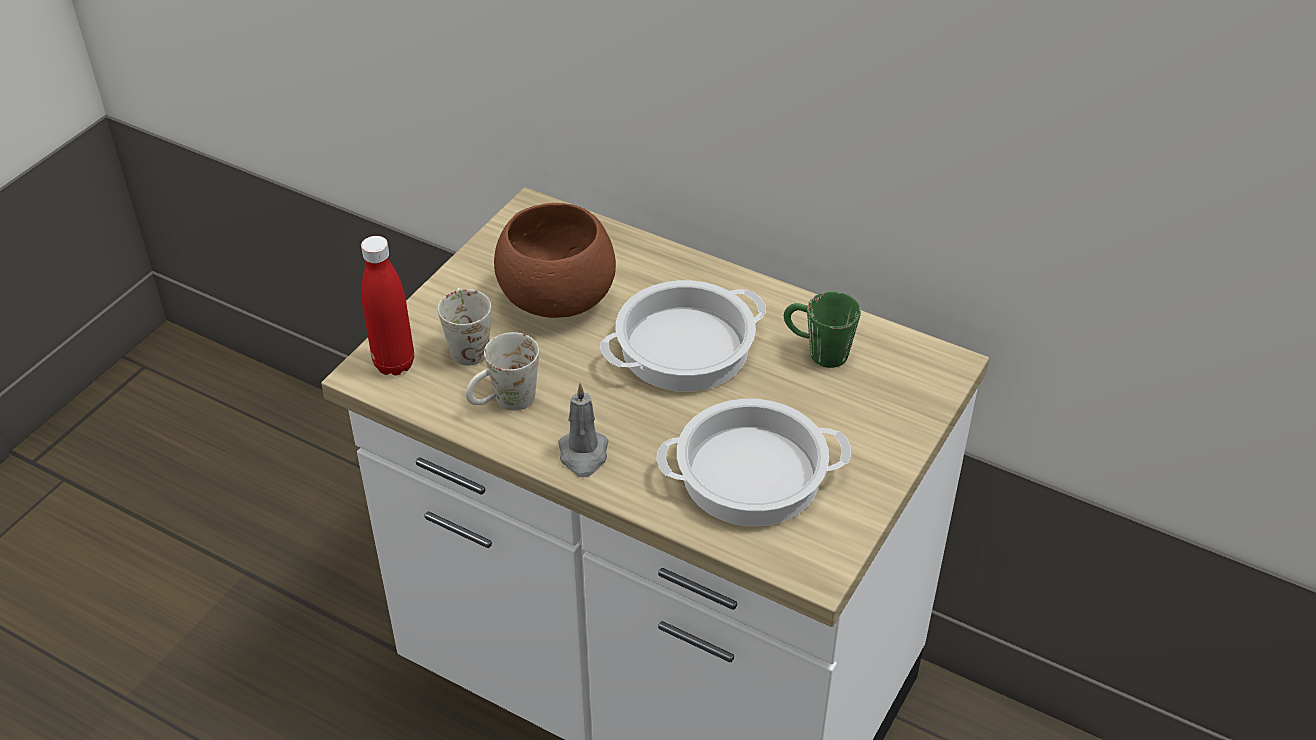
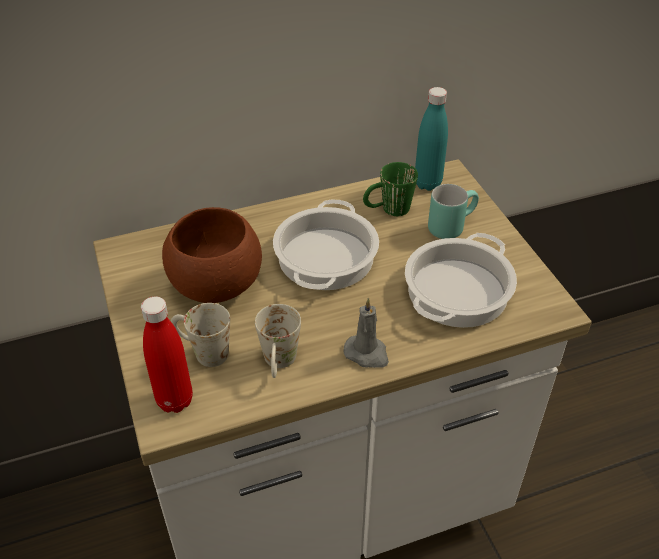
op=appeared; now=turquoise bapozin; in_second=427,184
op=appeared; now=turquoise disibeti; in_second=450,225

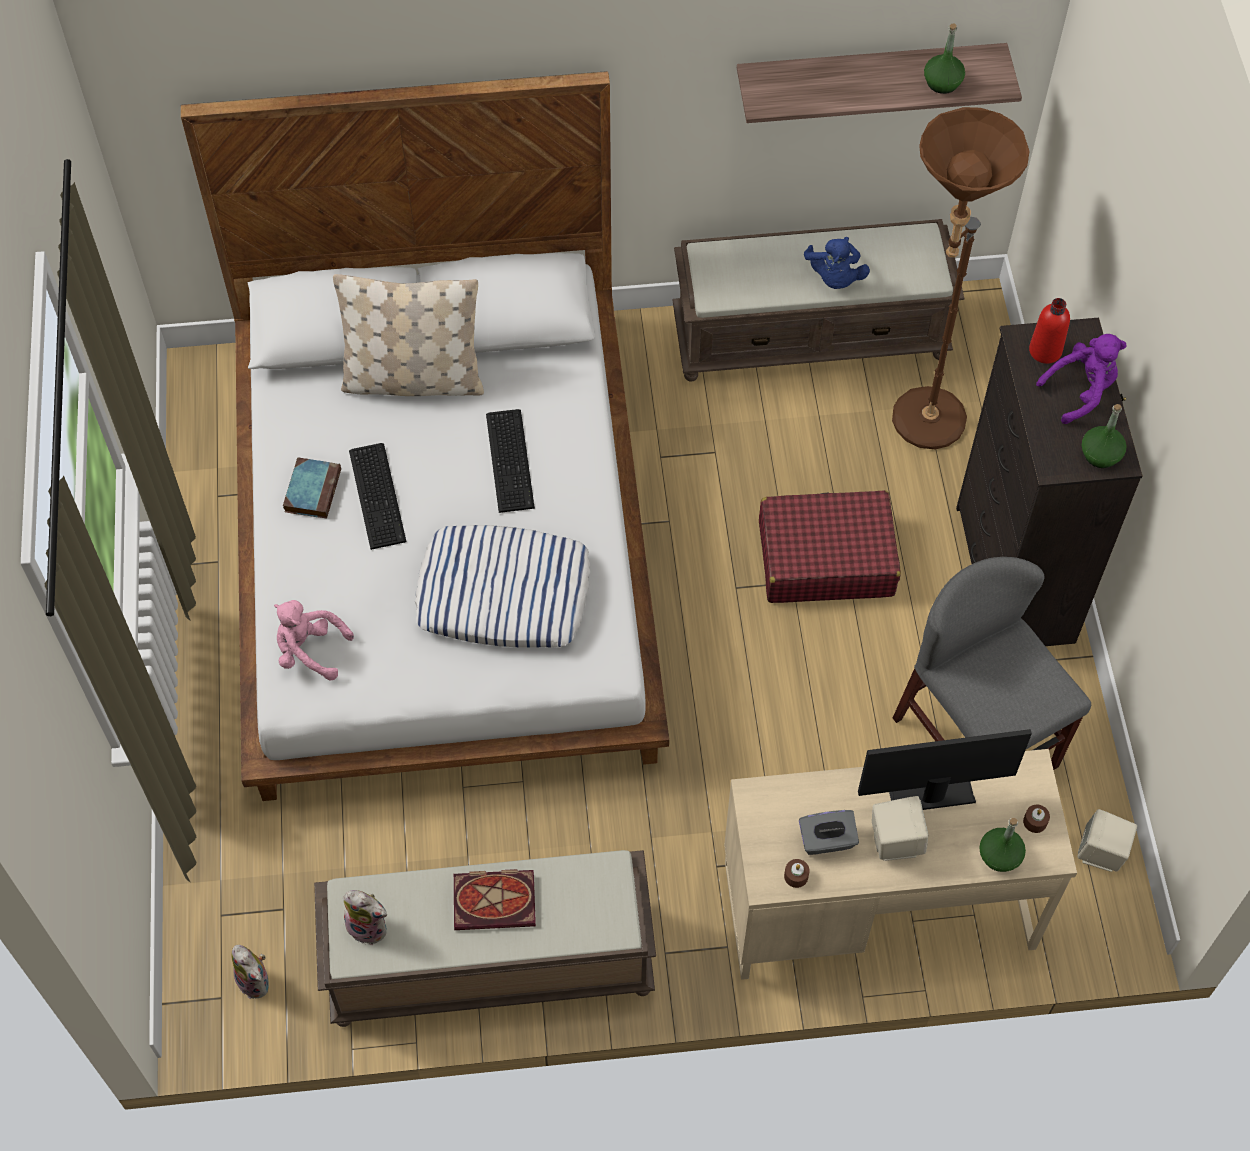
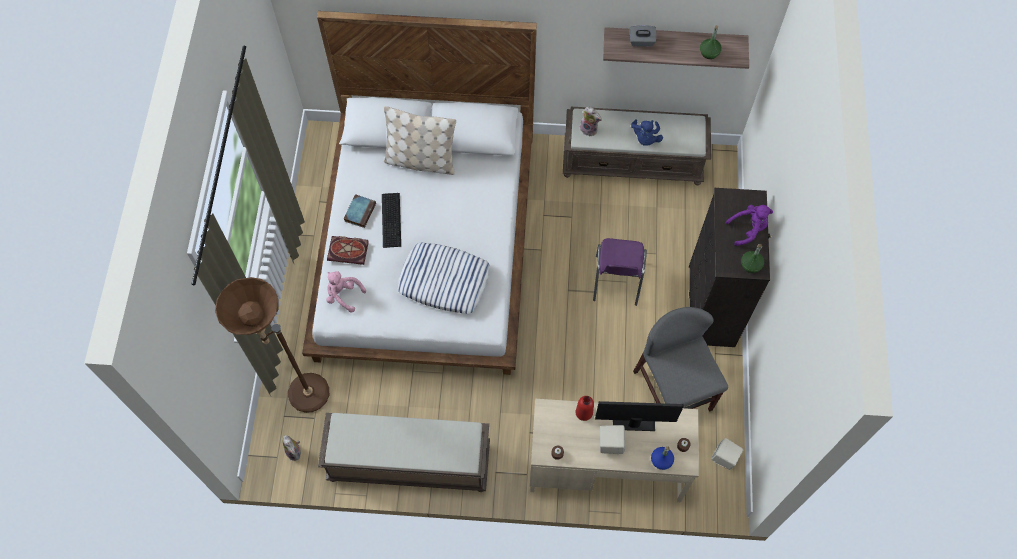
op=relocated; was=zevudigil; in_first=369,926; in_second=589,129
op=relocated; was=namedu; in_first=496,900; in_second=349,250
op=missing; was=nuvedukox; in_first=511,459
op=exchanged; was=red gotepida; now=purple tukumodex; in_first=825,558; in_second=616,282
op=relocated; was=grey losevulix; in_first=827,841; in_second=641,41
op=relocated; was=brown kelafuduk; in_first=918,429; in_second=301,398
op=colour; was=green bapozin; now=blue bapozin; in_first=999,856; in_second=661,460
op=relocated; was=red bapozin; in_first=1045,351; in_second=584,412

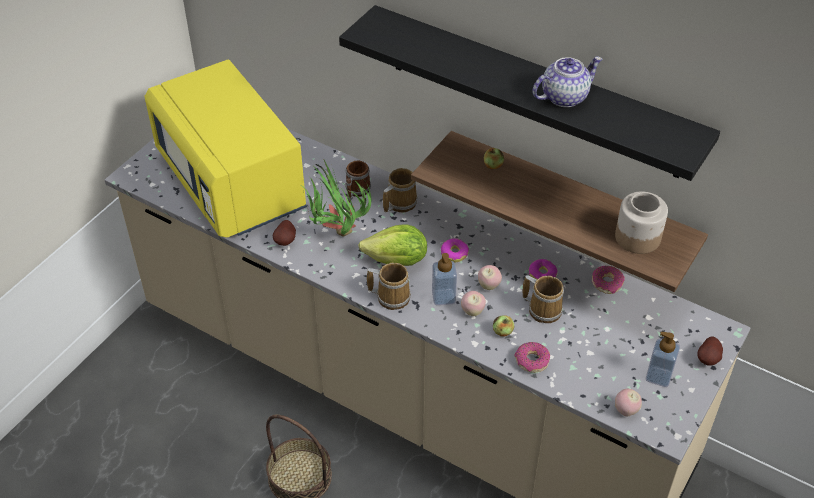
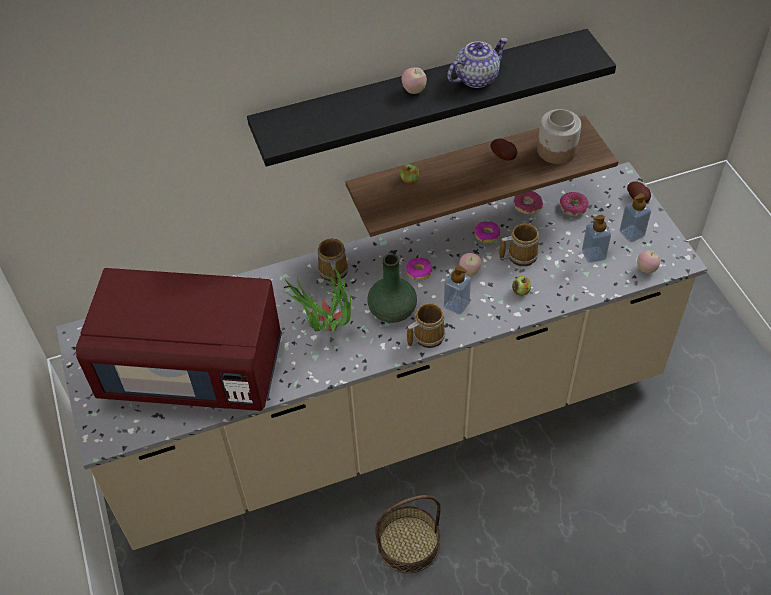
op=colour; was=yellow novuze; now=red novuze; in_first=232,183; in_second=193,369
op=relocated; was=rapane; in_first=286,241; in_second=504,157
op=missing; was=disibeti; in_first=356,192
op=exchanged; was=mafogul; now=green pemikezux; in_first=397,261; in_second=393,310
op=relocated; was=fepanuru; in_first=472,311; in_second=414,91
op=relocated; was=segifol; in_first=531,361; in_second=573,207
op=spun; was=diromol; in_first=564,96; in_second=476,78; clockwise=45
op=appeared; now=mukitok; in_second=593,254

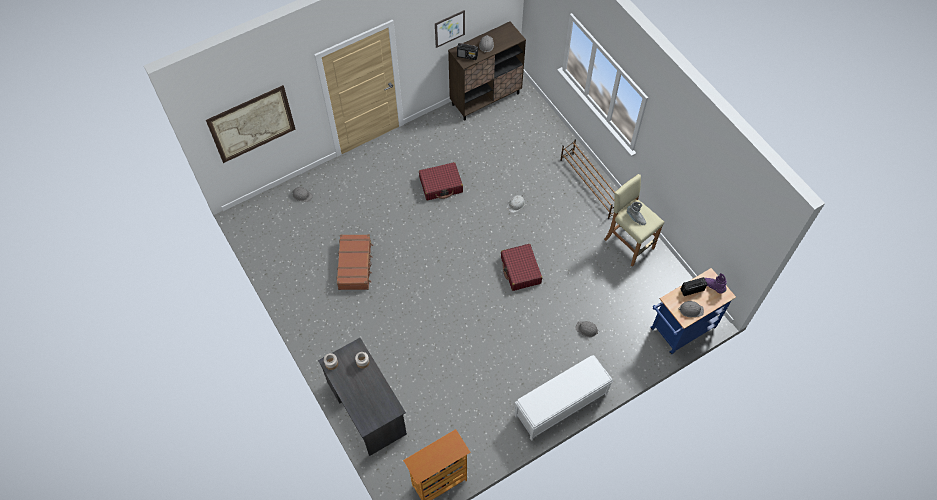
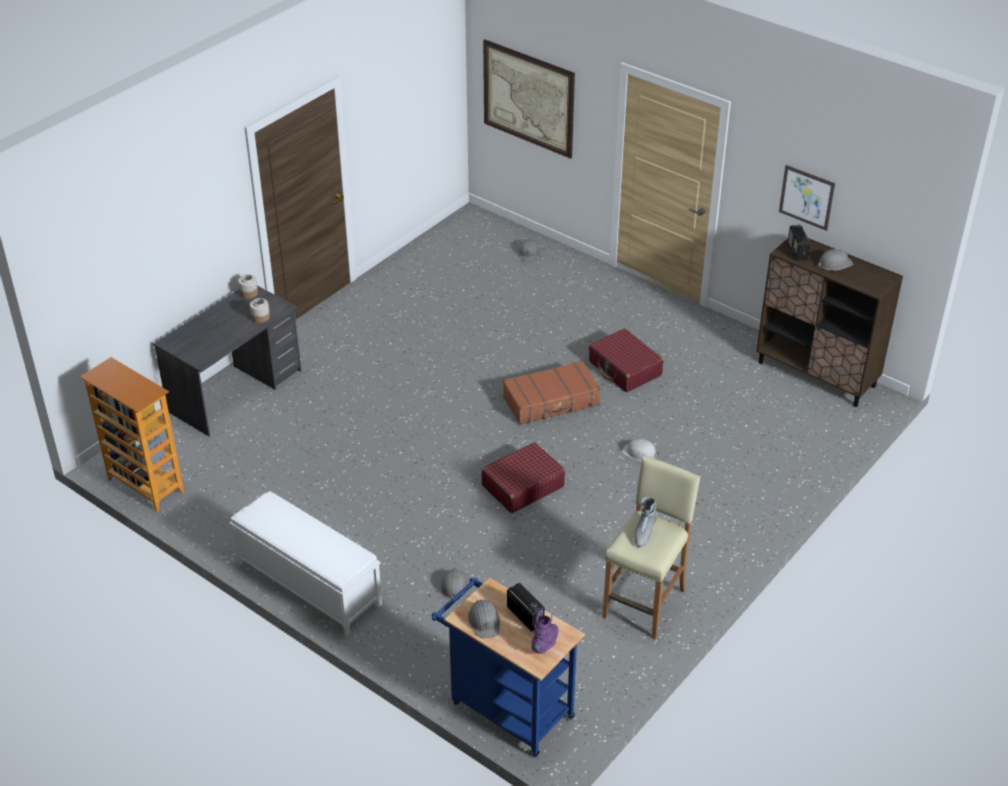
op=relocated; was=brown gotepida; in_first=355,265; in_second=551,401
op=missing; was=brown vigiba; in_first=590,186

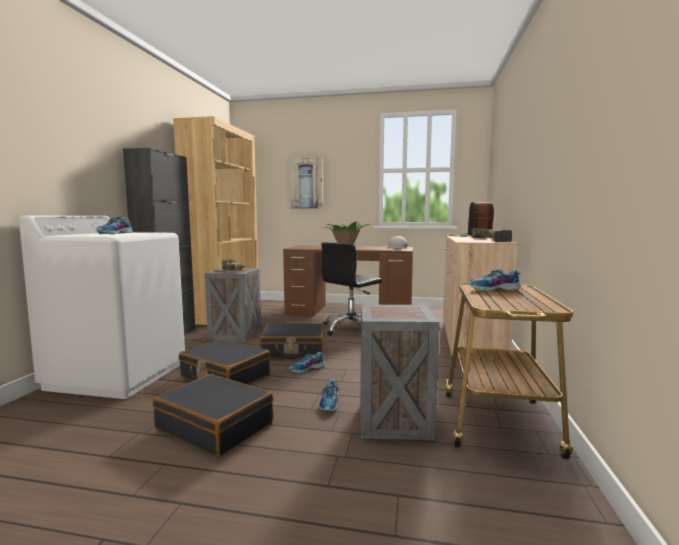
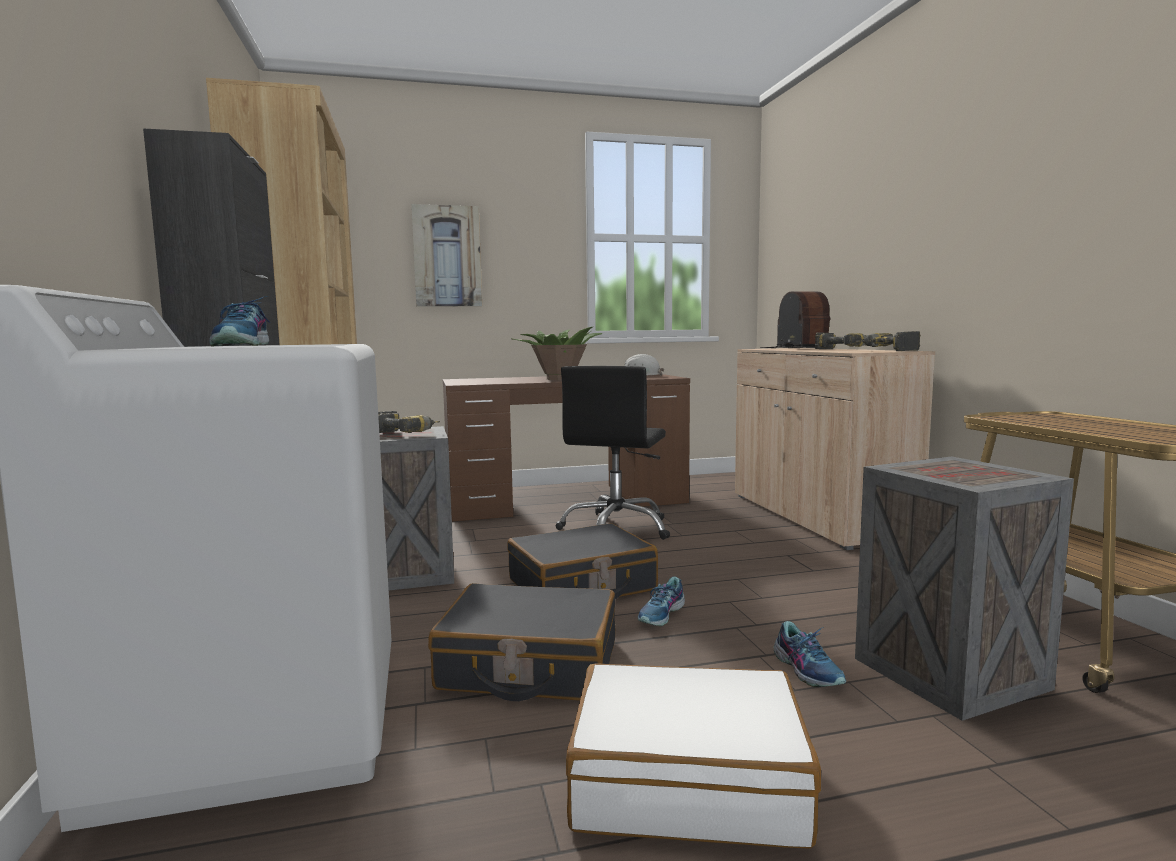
op=colour; was=black gotepida; now=white gotepida; in_first=215,426; in_second=687,780
op=missing; was=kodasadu; in_first=494,289

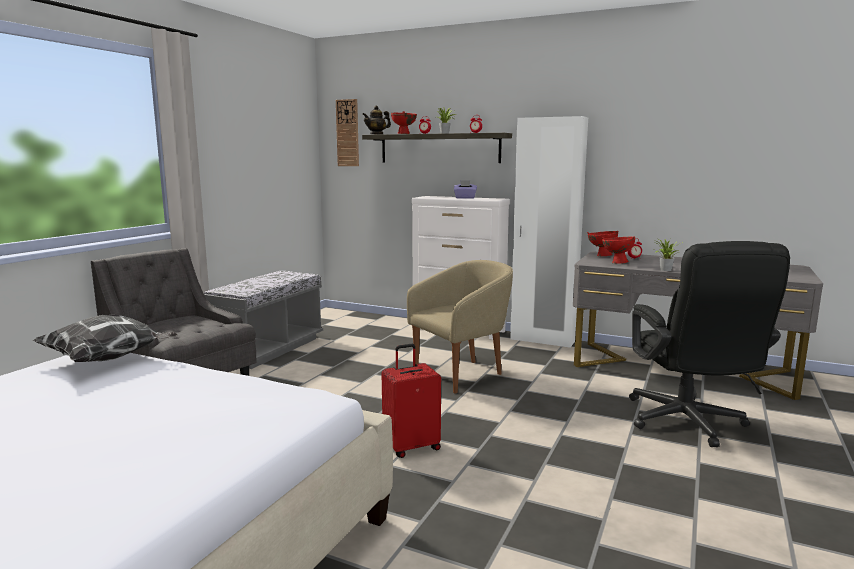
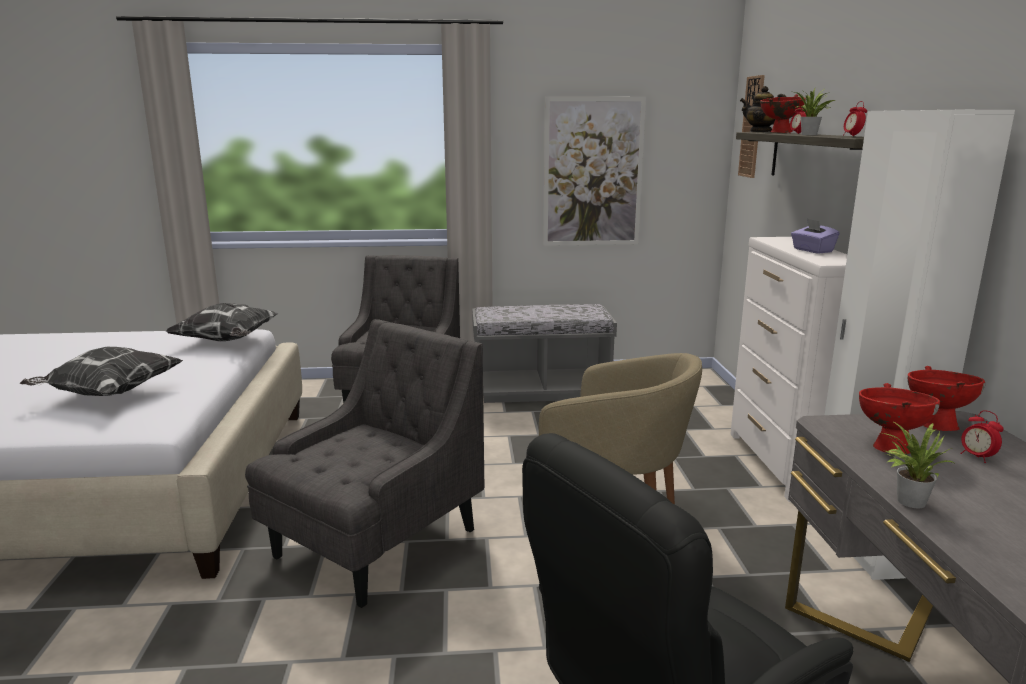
op=exchanged; was=red gotepida; now=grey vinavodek; in_first=411,447; in_second=375,544
op=appeared; now=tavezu; in_second=108,394
op=appeared; now=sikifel; in_second=593,172

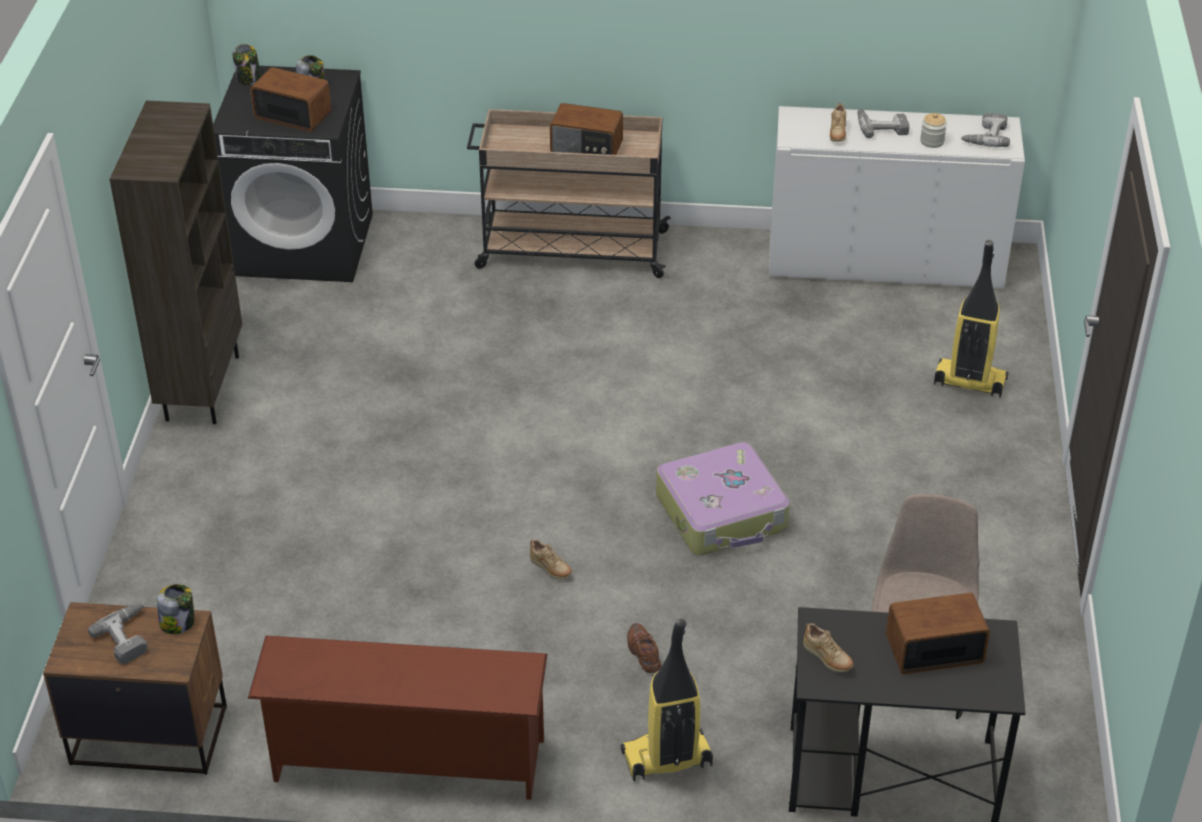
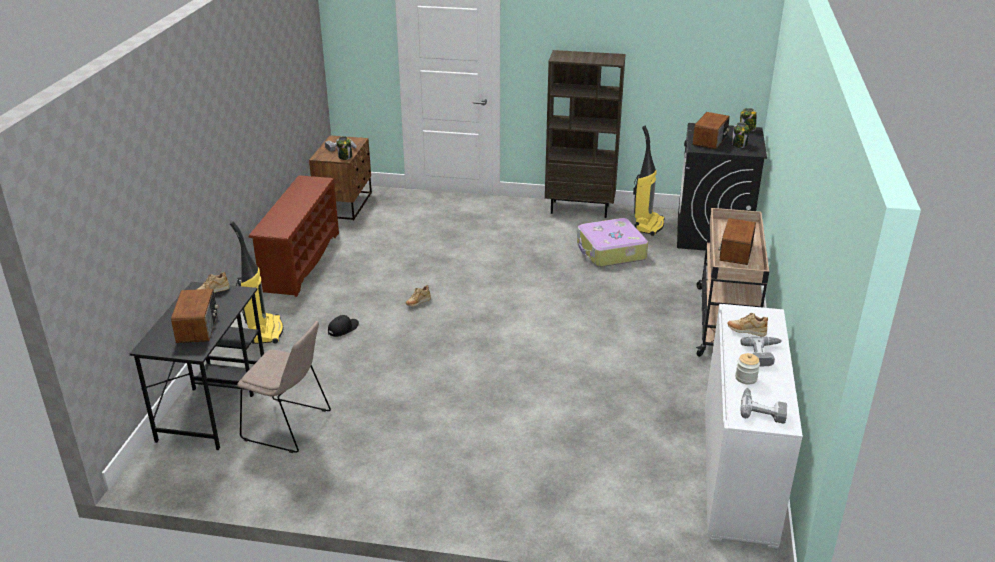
op=exchanged; was=brown kodasadu; now=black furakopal; in_first=643,653; in_second=343,329
op=relocated; was=gotepida; in_first=722,513; in_second=610,251
op=relocated; was=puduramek; in_first=968,382; in_second=648,225

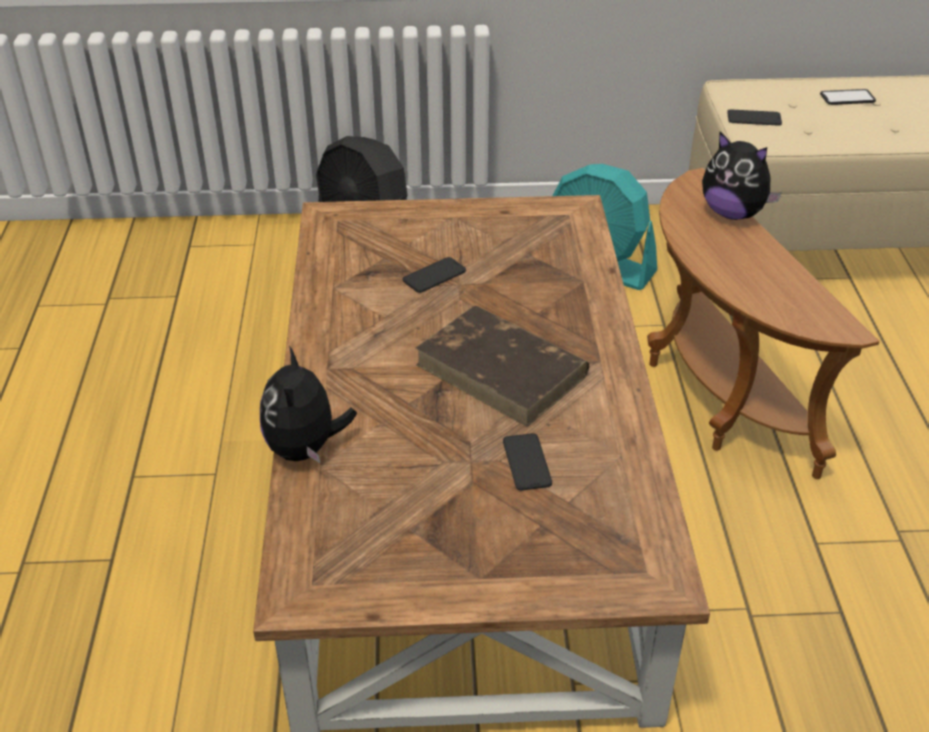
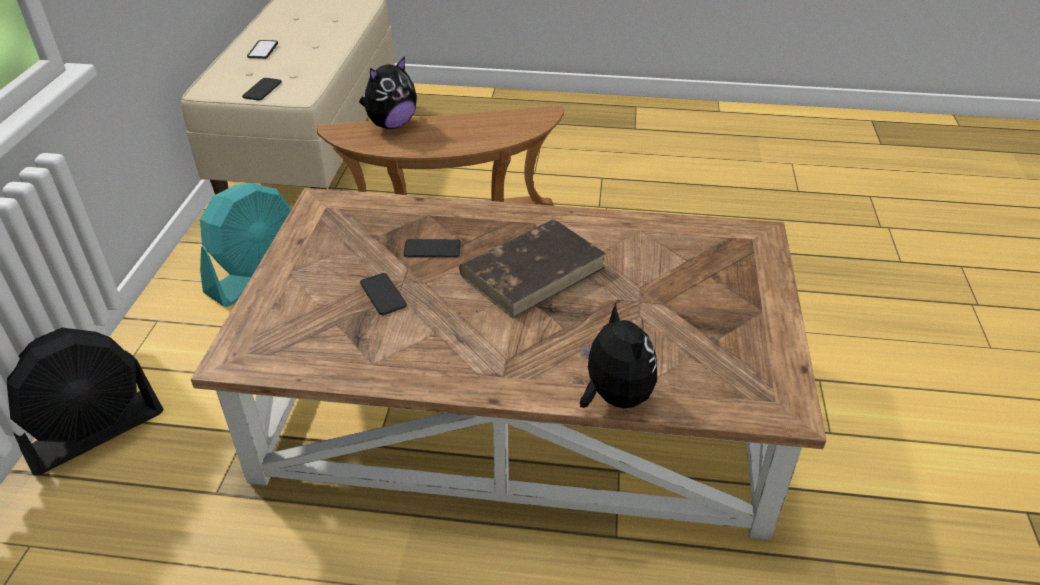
op=spun; was=zevudigil; in_first=305,449; in_second=614,397; clockwise=-120
op=relocated; was=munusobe; in_first=527,462; in_second=432,249

